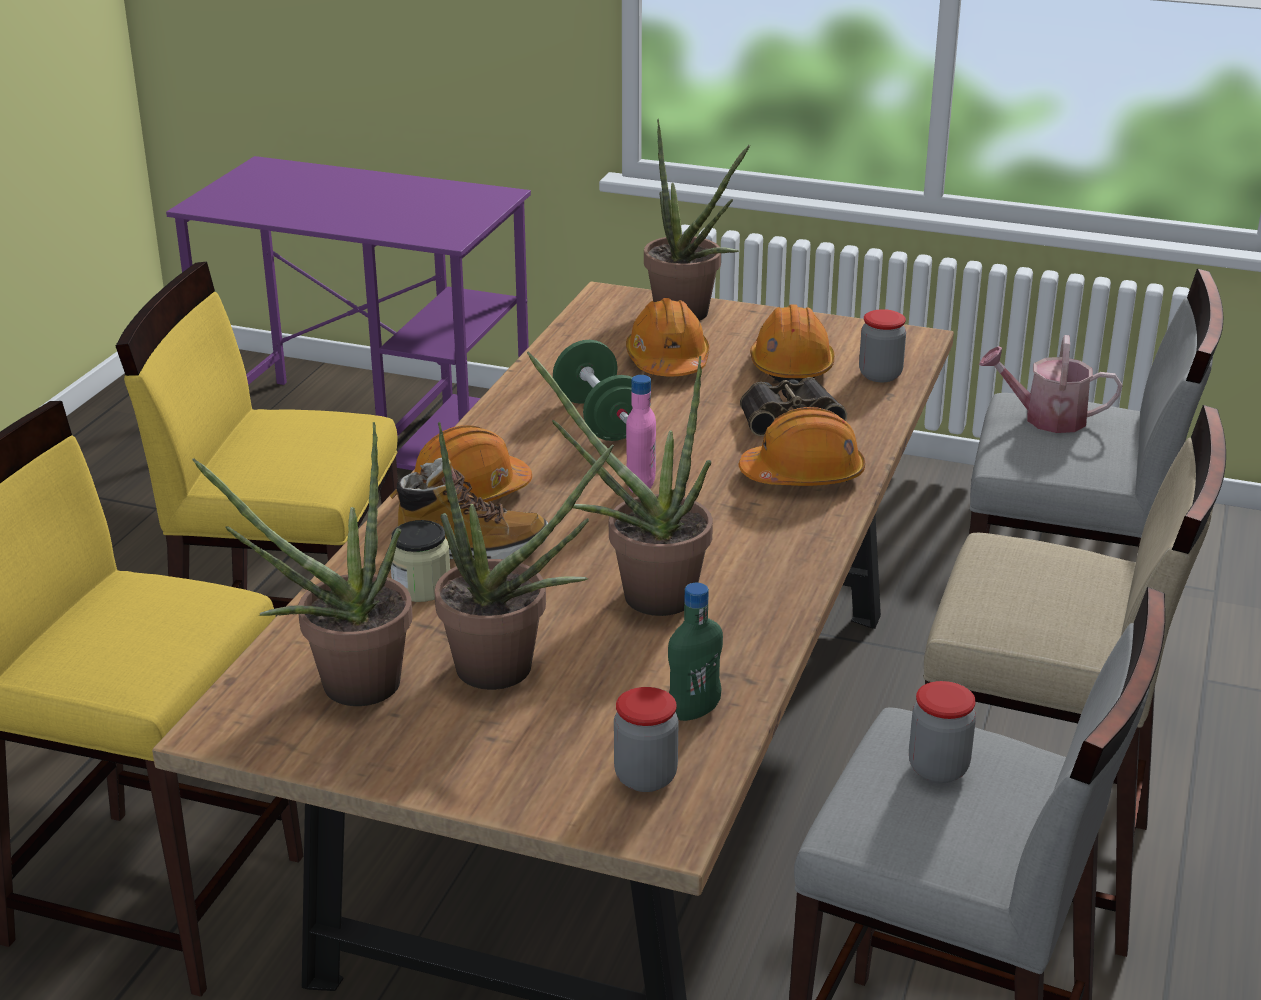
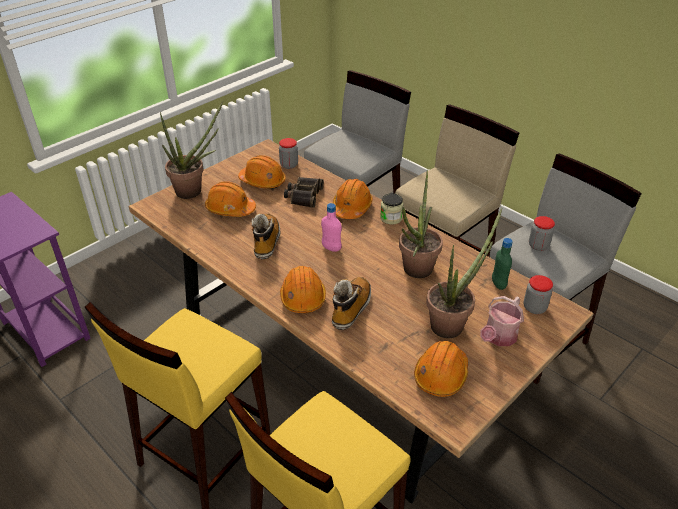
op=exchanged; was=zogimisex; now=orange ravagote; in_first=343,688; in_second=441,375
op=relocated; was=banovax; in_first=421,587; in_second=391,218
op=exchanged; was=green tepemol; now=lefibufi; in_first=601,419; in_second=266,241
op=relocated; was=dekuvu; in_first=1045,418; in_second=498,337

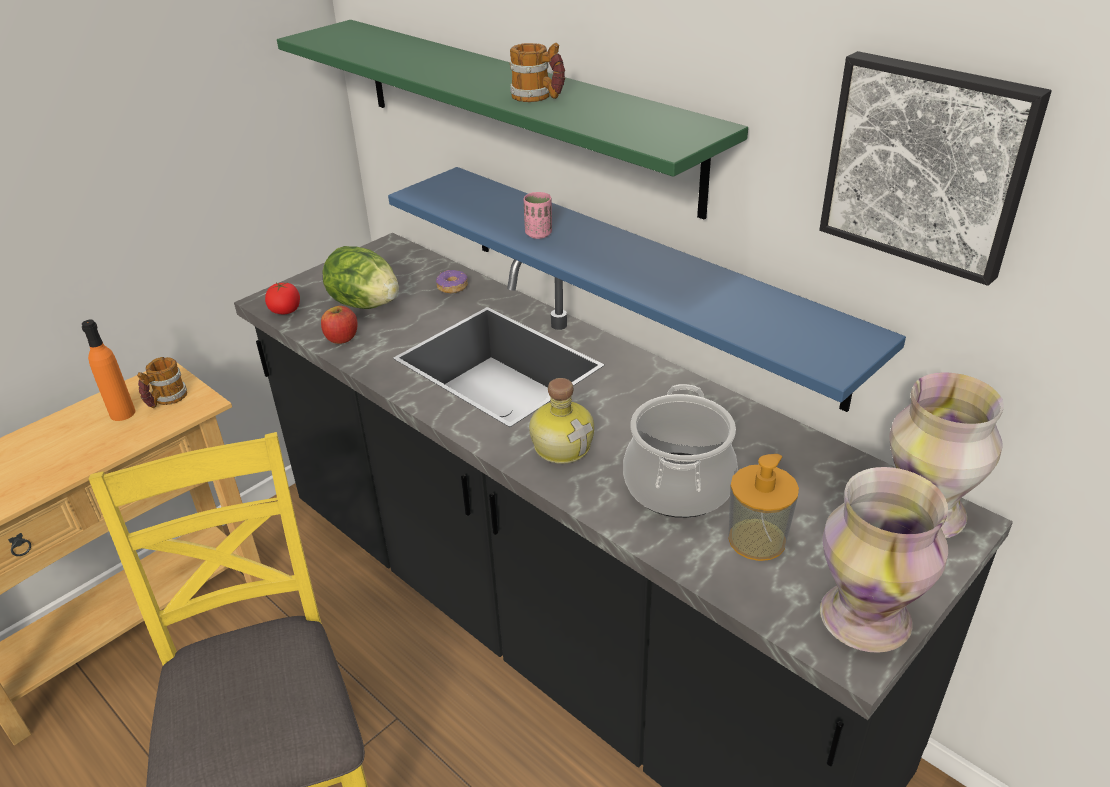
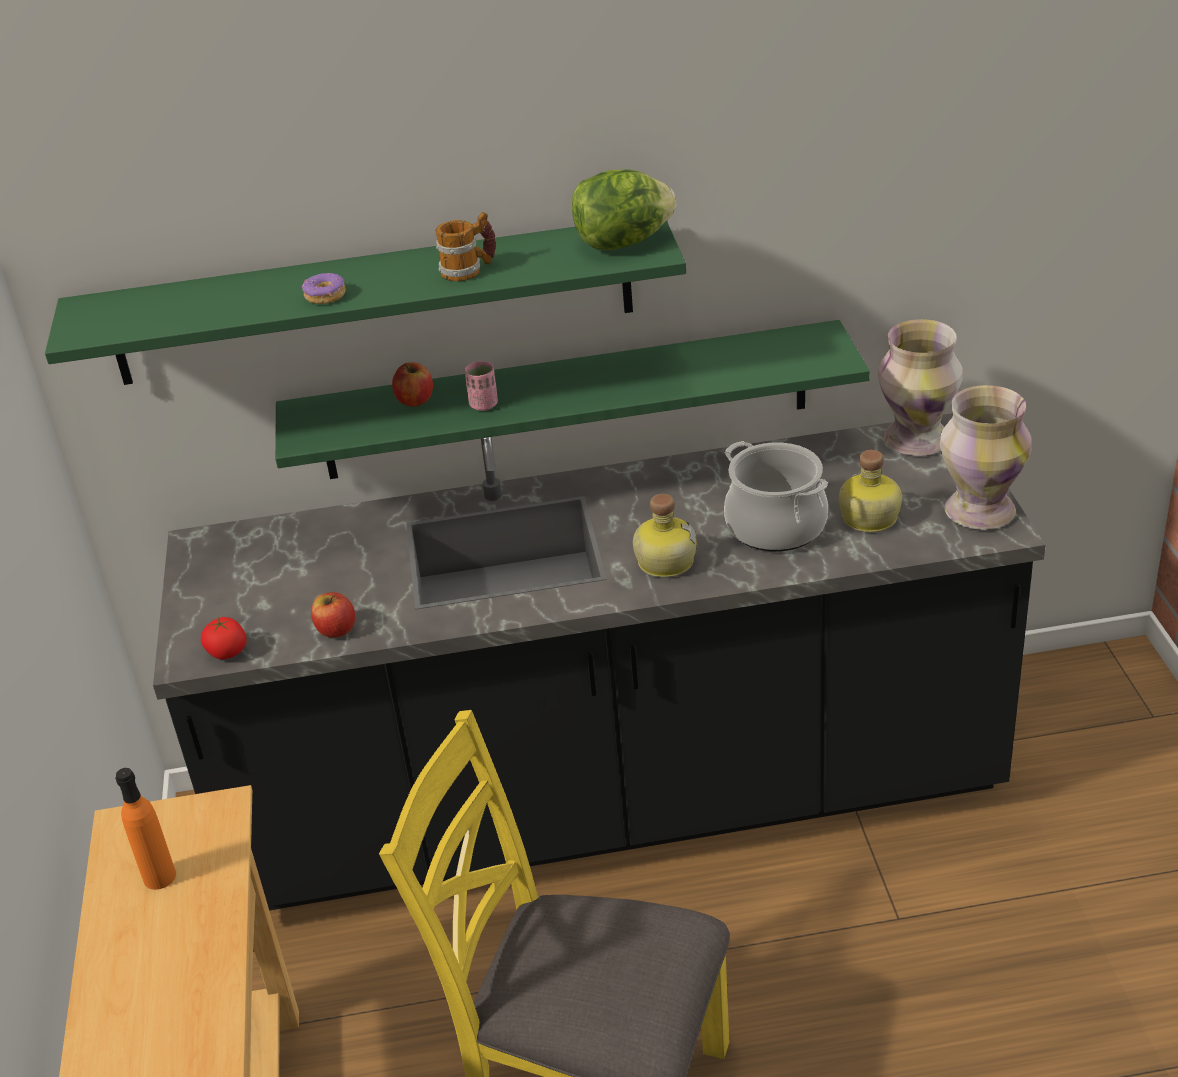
op=missing; was=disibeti; in_first=165,400
op=relocated; was=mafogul; in_first=365,304; in_second=623,243
op=colour; was=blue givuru; now=green givuru; in_first=642,278; in_second=565,401
op=relocated; was=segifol; in_first=452,287; in_second=325,296
op=exchanged; was=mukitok; now=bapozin; in_first=757,540; in_second=868,519
op=missing; was=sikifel; in_first=927,164
op=appeared; now=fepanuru; in_second=415,400

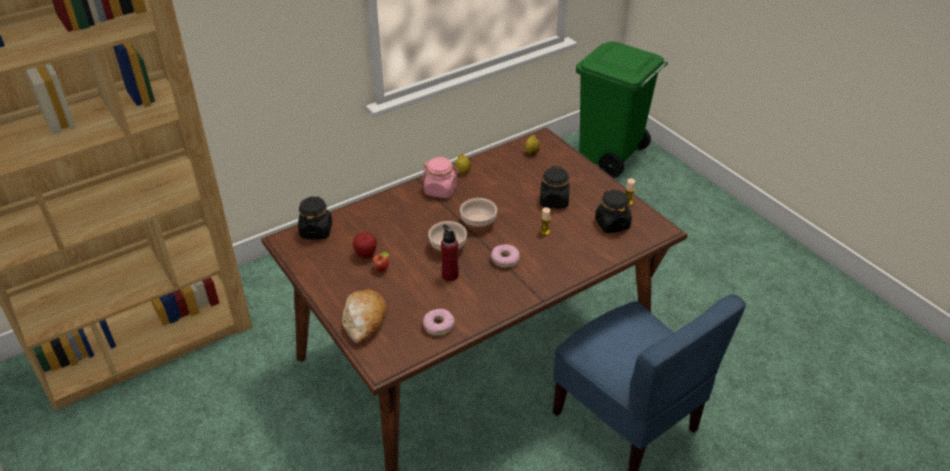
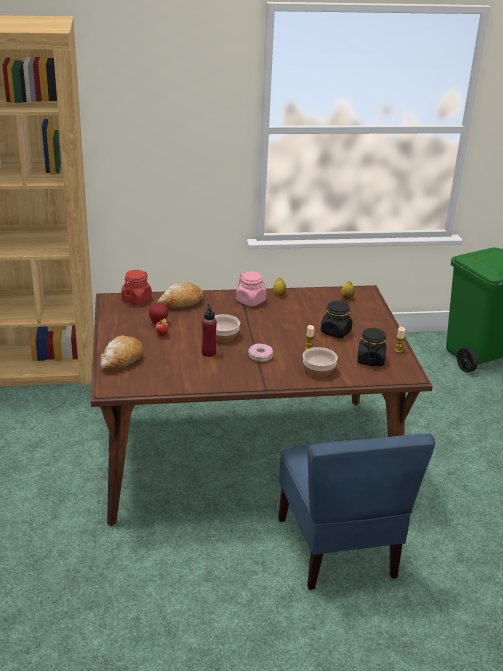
op=colour; was=black banovax; now=red banovax; in_first=316,231; in_second=136,299
op=missing; was=segifol; in_first=438,326
op=relocated; was=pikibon; in_first=478,223; in_second=318,370
op=appeared; now=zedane; in_second=181,303

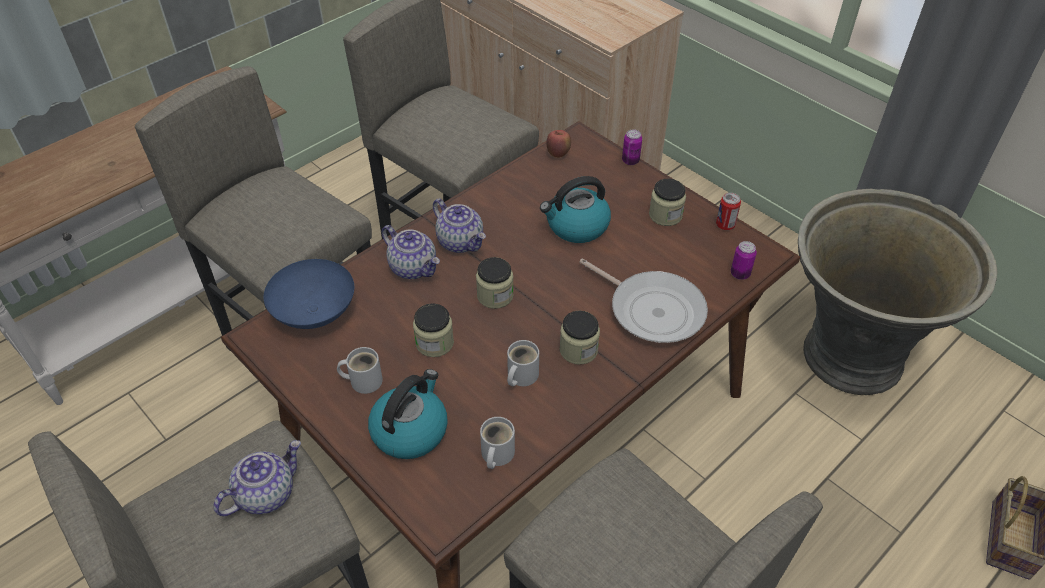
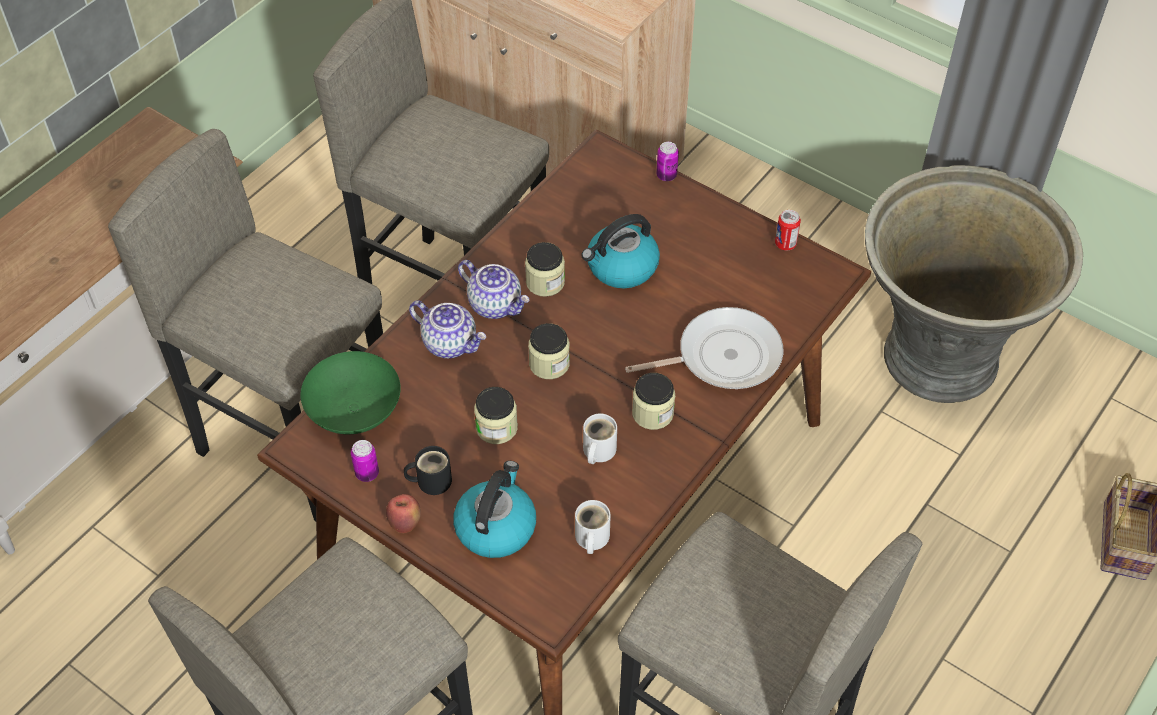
op=missing; was=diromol; in_first=266,493
op=colour; was=blue pikibon; now=green pikibon; in_first=314,314; in_second=355,413
op=colour; was=white disibeti; now=black disibeti; in_first=363,380; in_second=431,480
op=relocated; was=fepanuru; in_first=558,154; in_second=405,523
op=spun; was=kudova; in_first=652,309; in_second=722,356; clockwise=-45
op=relocated; was=banovax; in_first=665,215; in_second=545,282
op=relocated; was=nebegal; in_first=740,274; in_second=367,473

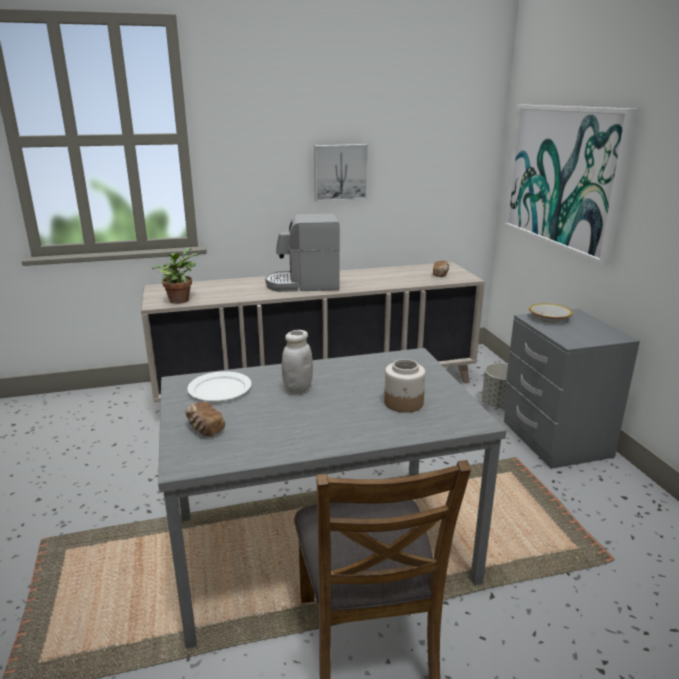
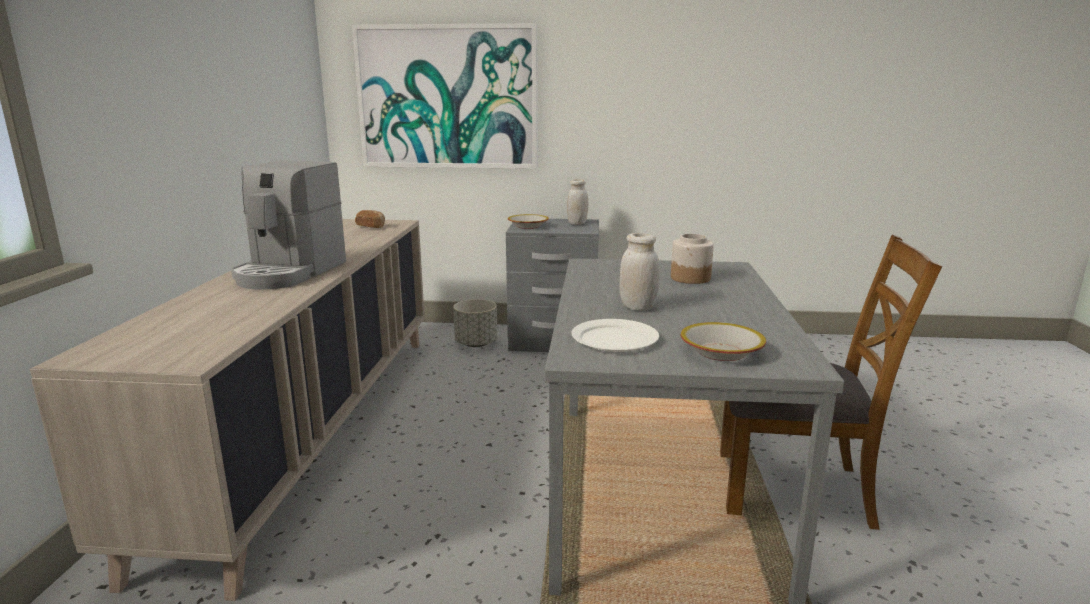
op=missing; was=zogimisex; in_first=179,299
op=exchanged; was=zedane; now=pikibon; in_first=204,429; in_second=721,352
op=missing; was=sikifel; in_first=340,172
op=appeared; now=white banovax; in_second=577,223

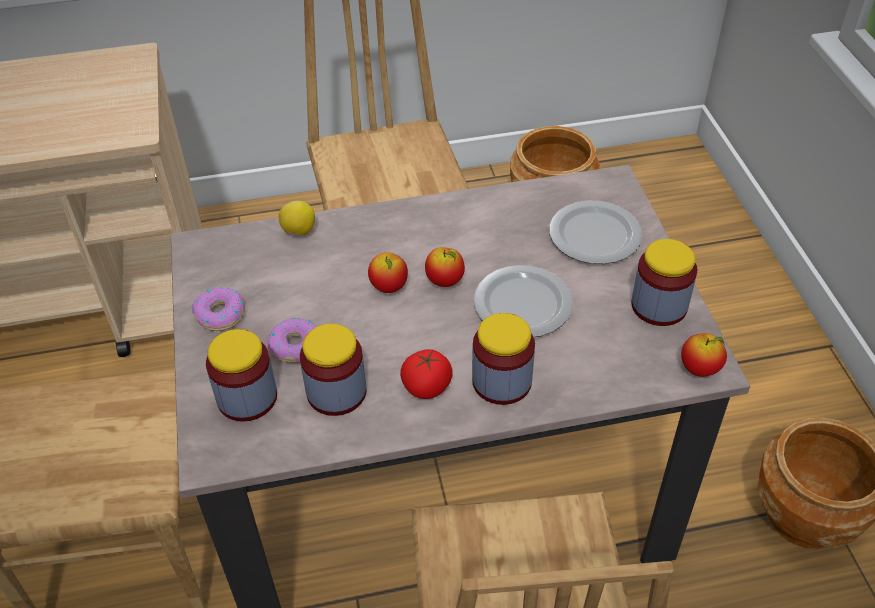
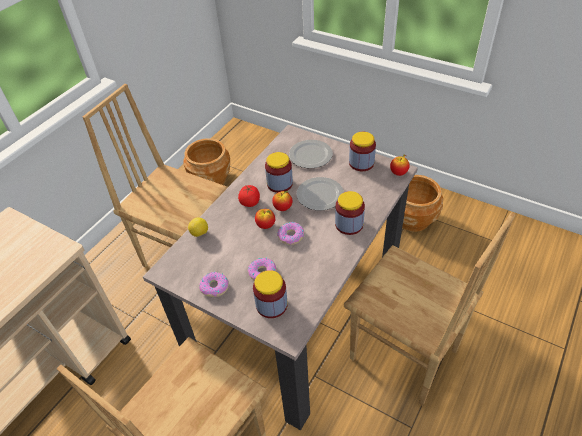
op=relocated; was=banovax; in_first=336,392; in_second=279,184
op=relocated; was=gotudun; in_first=427,386; in_second=250,202
op=appeared; now=segifol; in_second=291,236

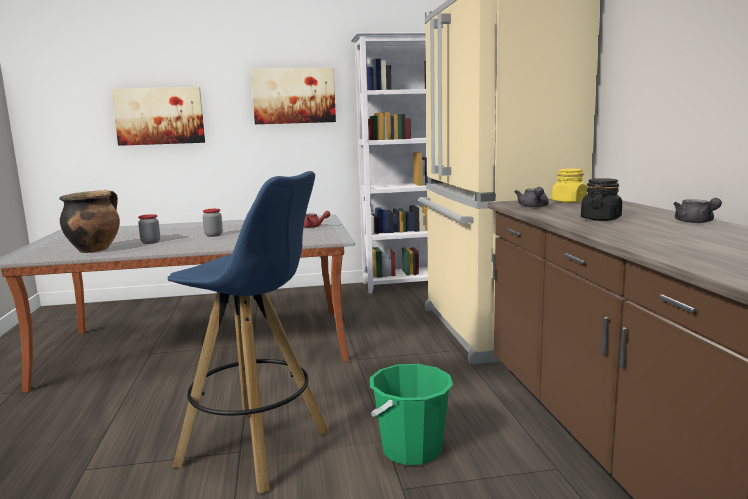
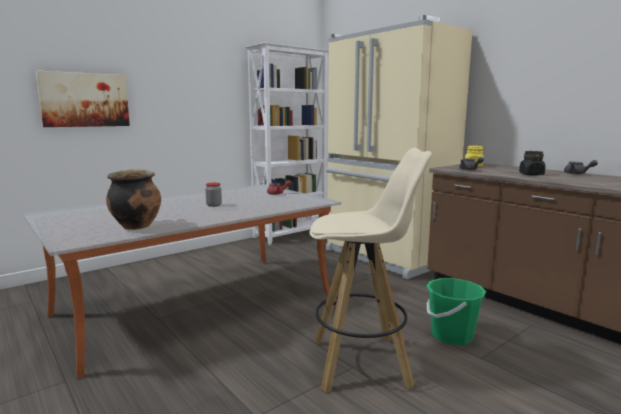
op=missing; was=banovax; in_first=150,242
op=colour; was=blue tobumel; now=beige tobumel; in_first=257,449; in_second=362,362
op=missing; was=sikifel; in_first=294,96

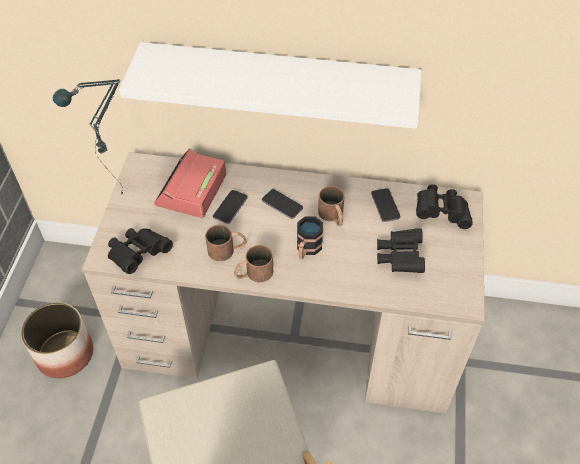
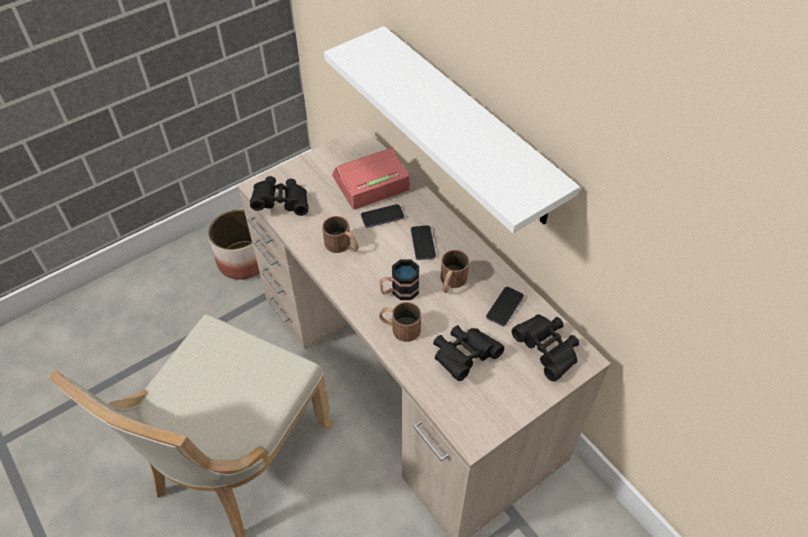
op=missing; was=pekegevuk; in_first=120,203
op=relocated; was=brown disibeti; in_first=253,273; in_second=399,327

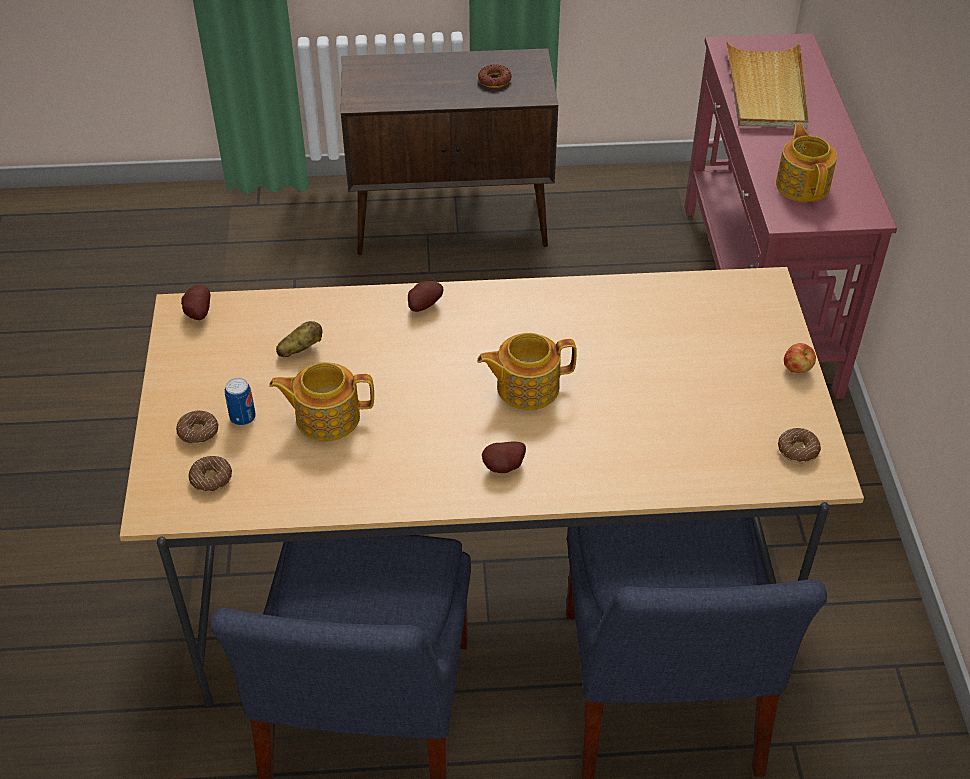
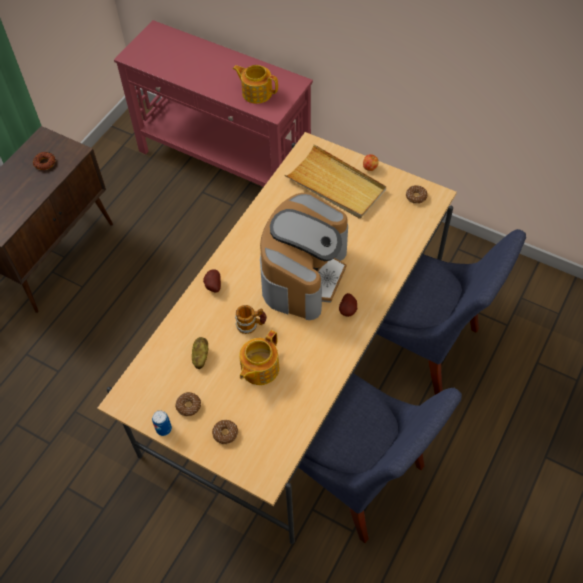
op=missing; was=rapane; in_first=197,313
op=relocated; was=segifol; in_first=211,478; in_second=188,406
op=relocated; was=nebegal; in_first=242,417; in_second=164,429
op=exchanged; was=diromol; now=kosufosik; in_first=526,387; in_second=303,274
op=relocated; was=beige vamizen; in_first=766,89; in_second=336,185
op=appeared; now=disibeti; in_second=251,325

